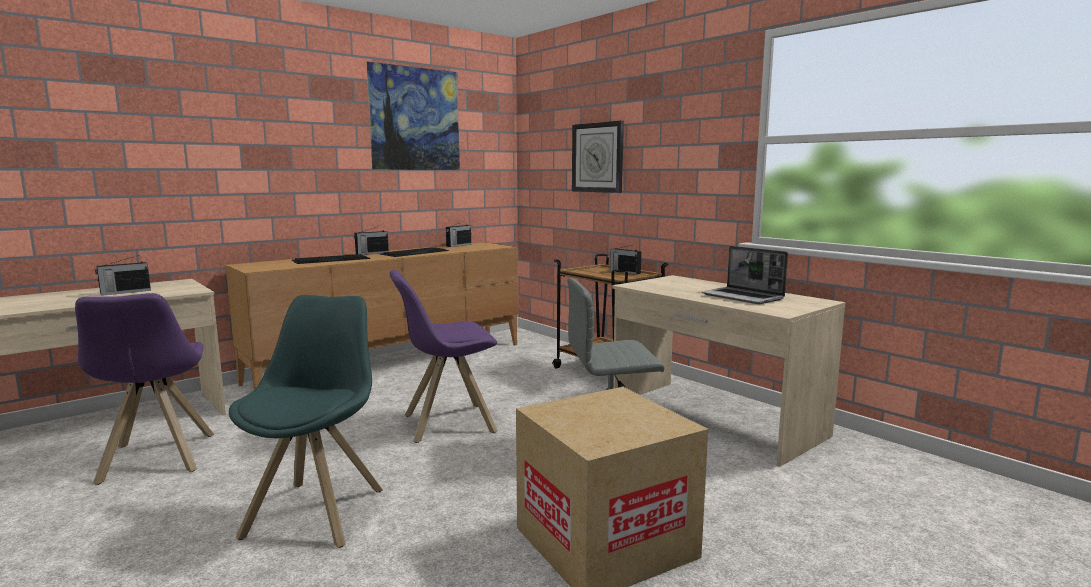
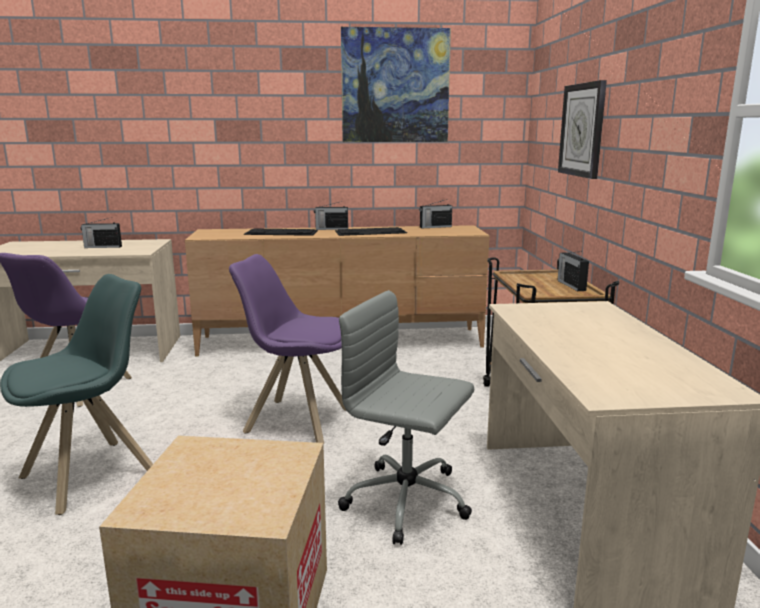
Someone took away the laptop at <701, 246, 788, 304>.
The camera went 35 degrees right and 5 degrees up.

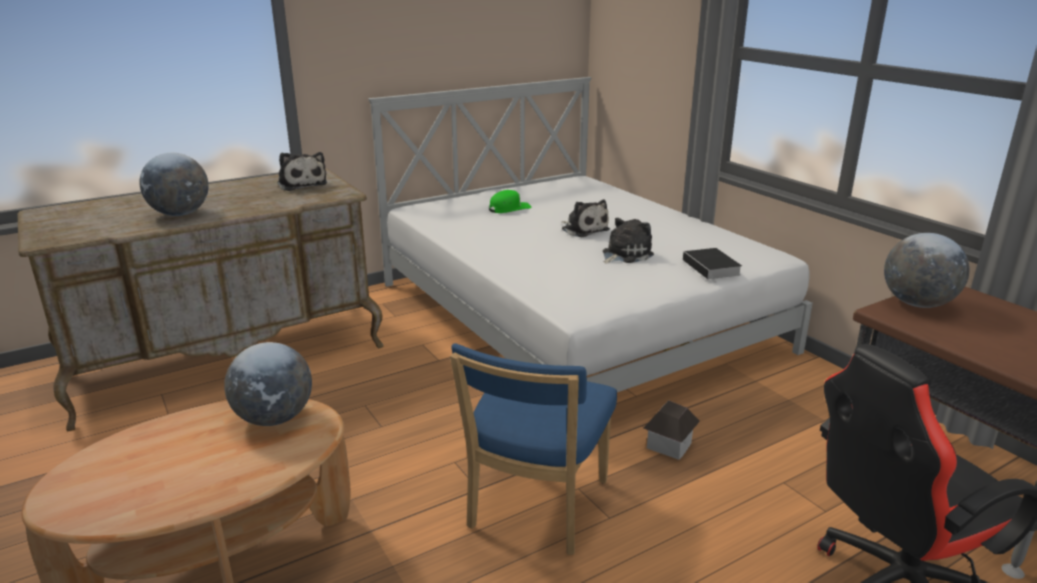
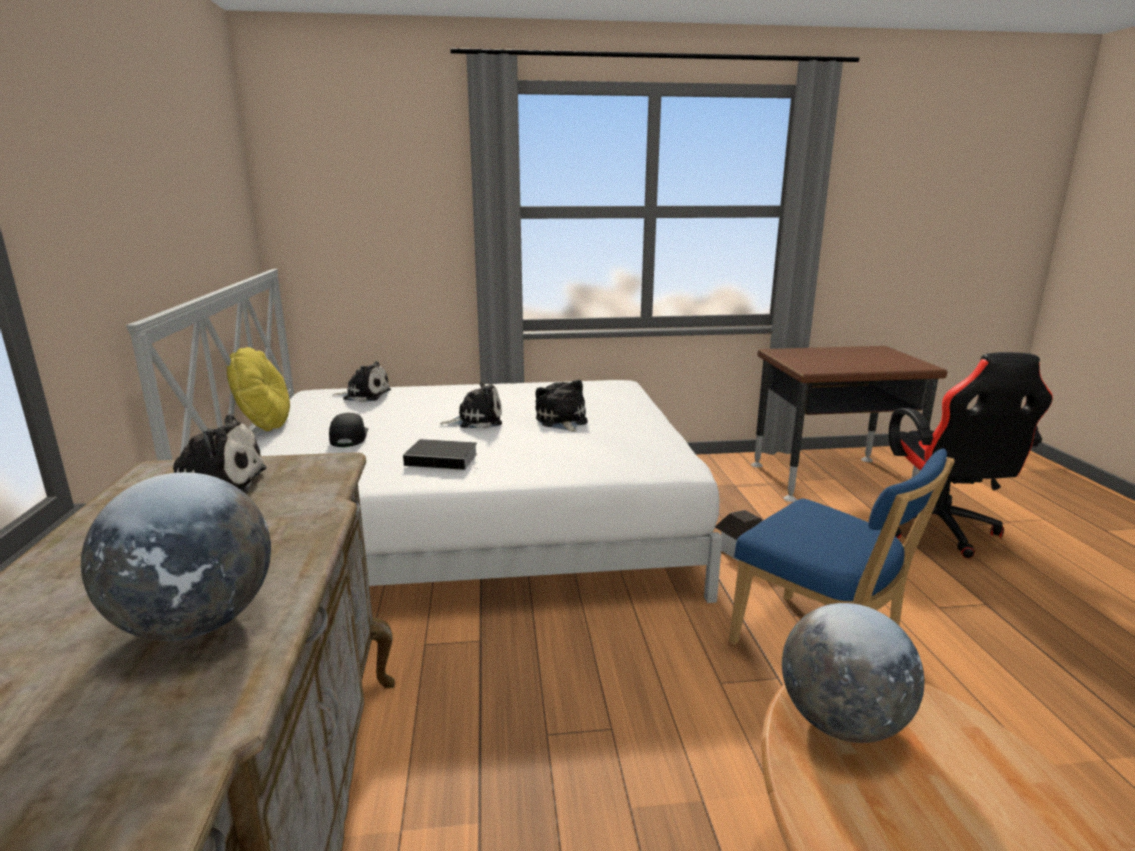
Someone repainted the cap in green at <489, 190, 532, 213>, which became the cap in black at <329, 413, 368, 447>.
Someone carried the book from <683, 248, 742, 283> to <403, 439, 479, 470>.
Someone took away the globe at <884, 233, 969, 308>.
Someone put down the pillow in yellow at <227, 347, 290, 431>.
Someone put down the plush toy at <333, 361, 391, 402>.
The camera went 65 degrees left and 5 degrees down.

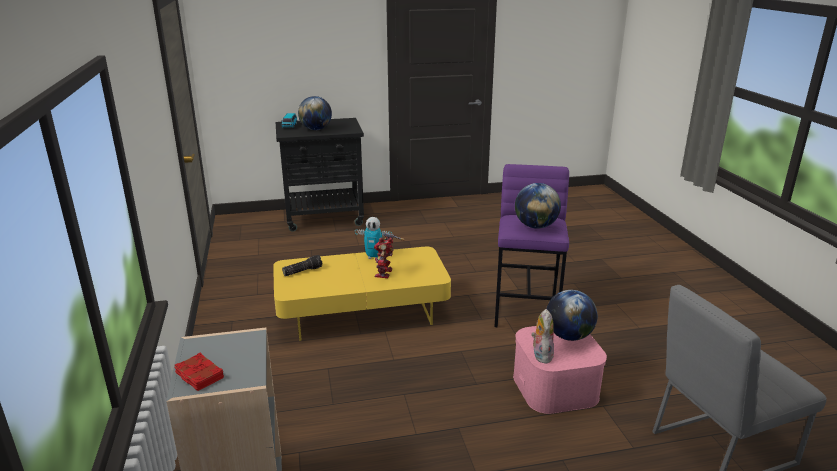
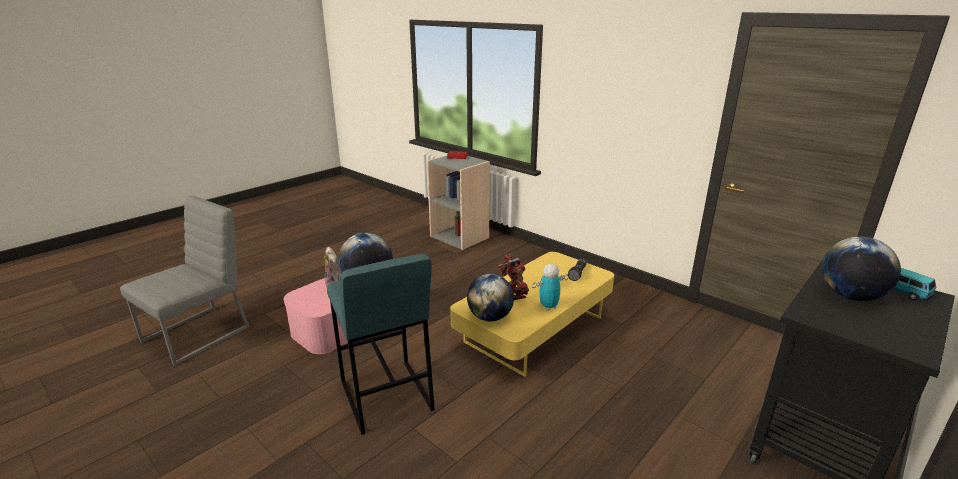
Someone repainted the stool in purple at <494, 164, 569, 327>, which became the stool in turquoise at <327, 254, 435, 435>.
Someone carried the globe from <547, 290, 598, 341> to <467, 274, 514, 322>.
The camera went 145 degrees right and 0 degrees up.

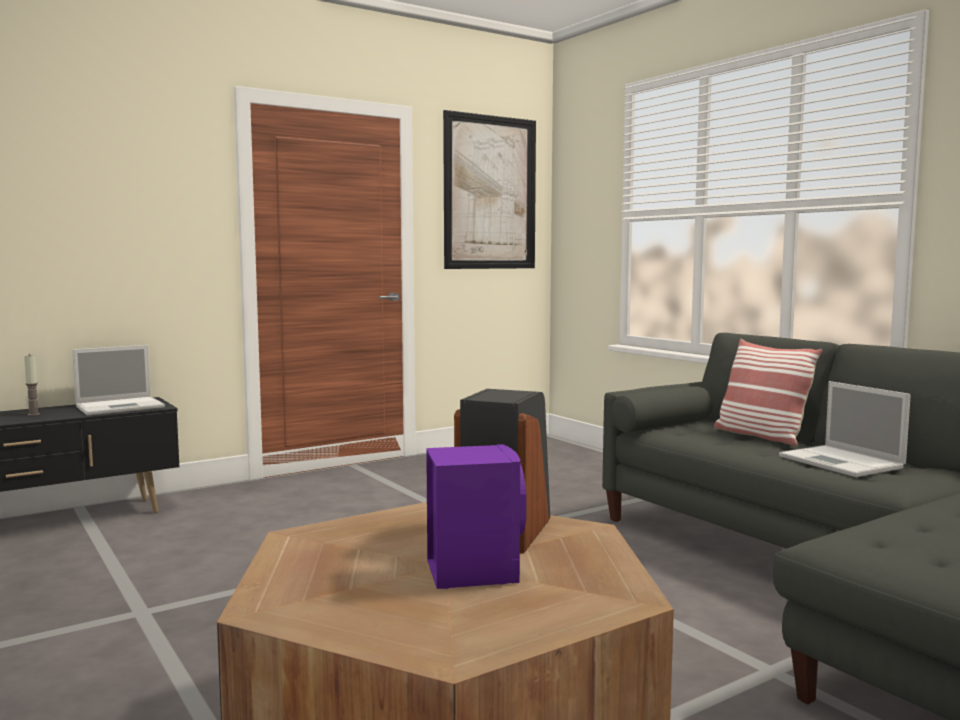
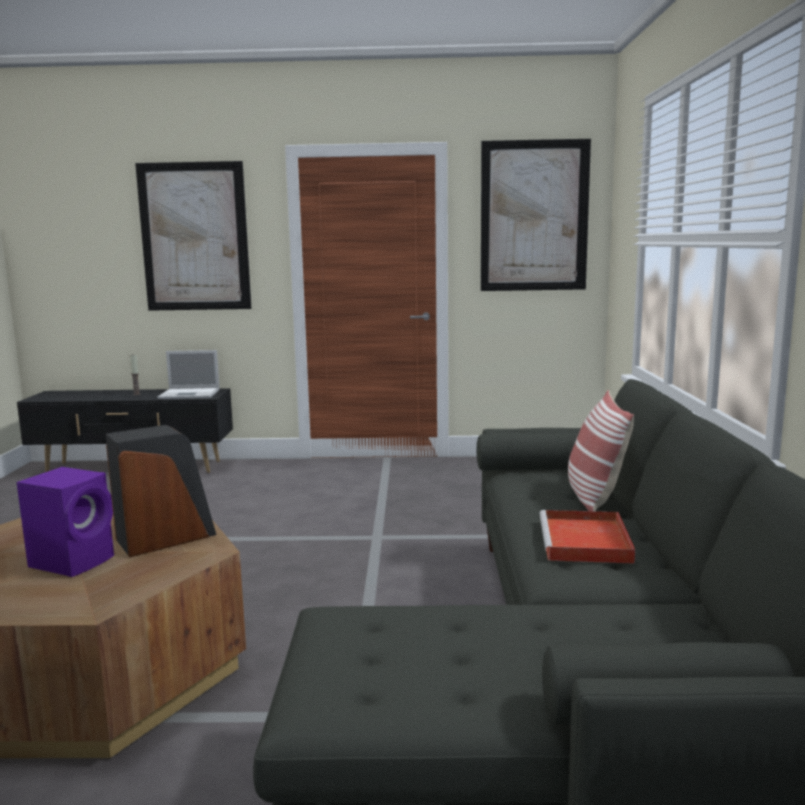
Someone swapped the laptop at <779, 381, 911, 477> for the tray in red at <540, 510, 635, 564>.
Someone put up the picture at <135, 161, 251, 311>.
The camera went 35 degrees right and 5 degrees up.

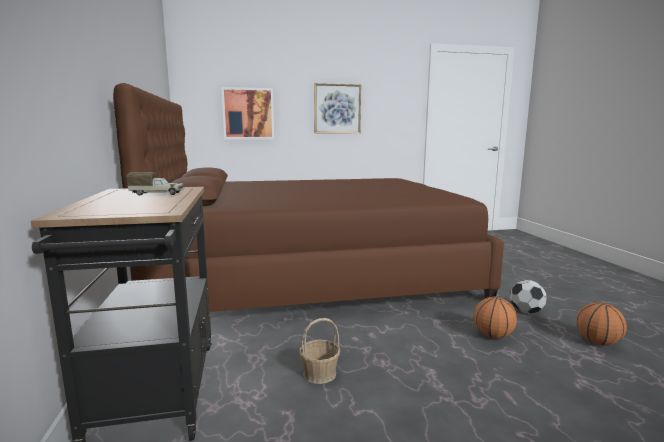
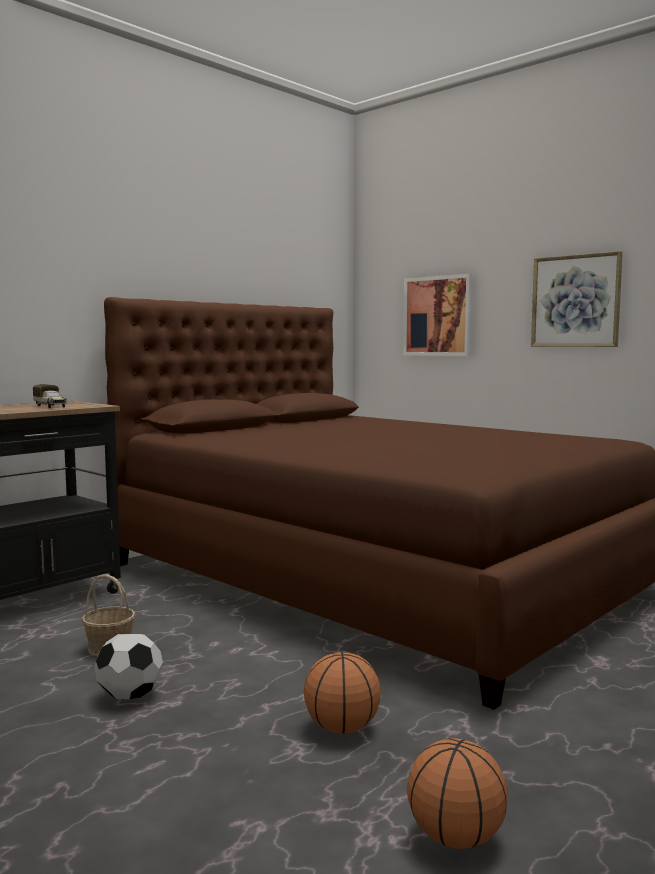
Someone carried the football from <510, 280, 547, 314> to <95, 634, 163, 699>.
The camera went 55 degrees right and 5 degrees down.

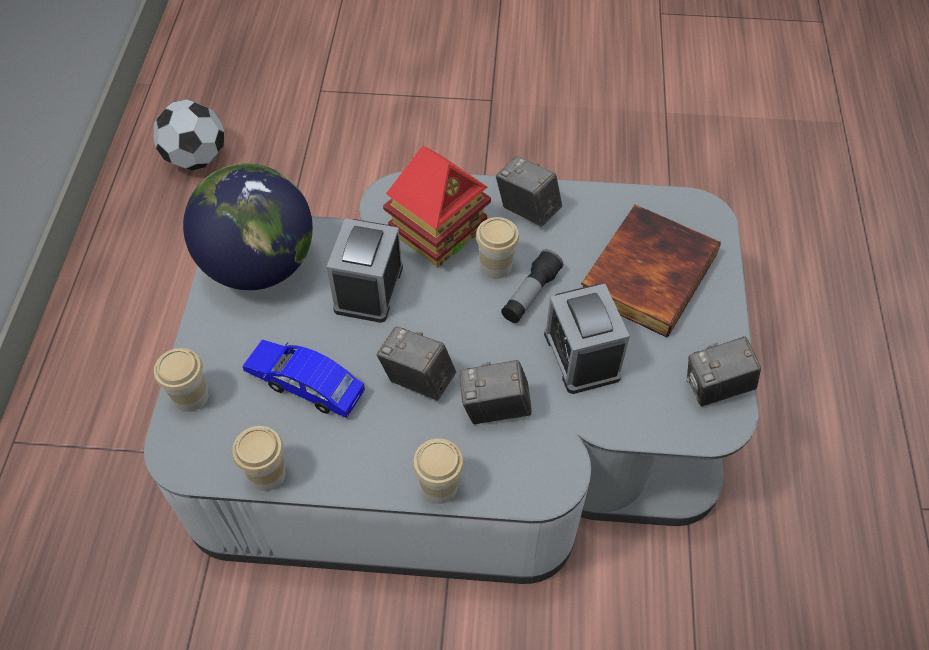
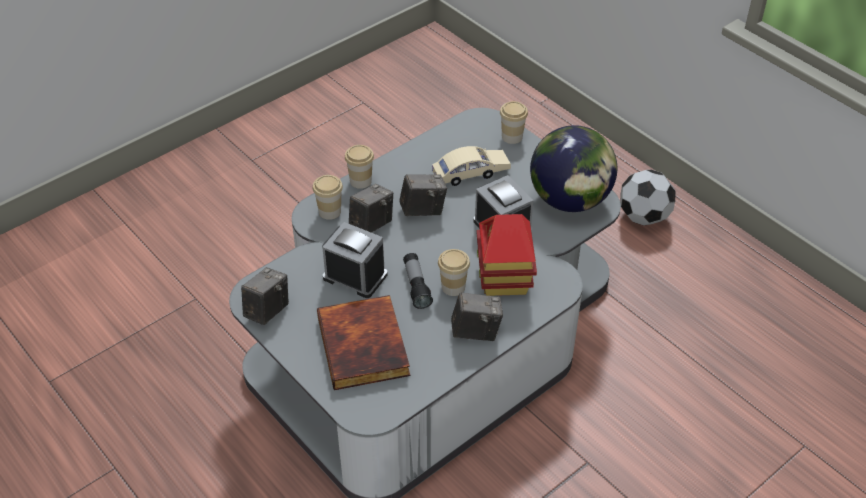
Someone carried the football from <154, 99, 224, 170> to <620, 170, 676, 226>.
Someone carried the cup from <232, 426, 286, 491> to <313, 175, 343, 220>.
Someone repainted the toy car in blue at <243, 339, 365, 418>, which became the toy car in beige at <432, 146, 511, 186>.
The camera went 135 degrees right and 10 degrees down.

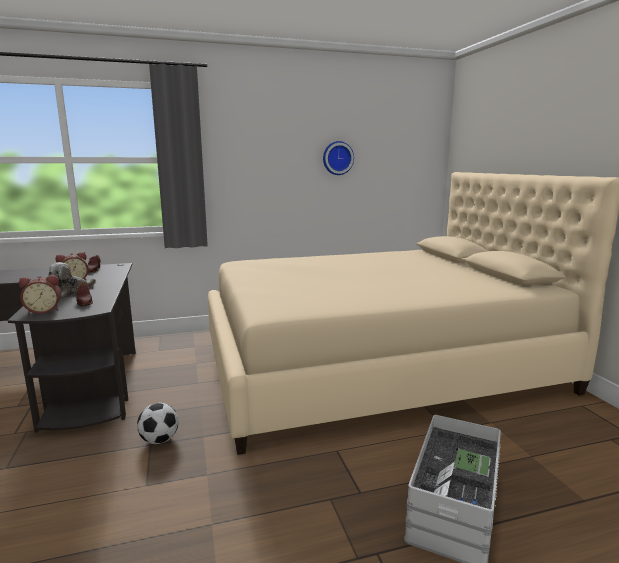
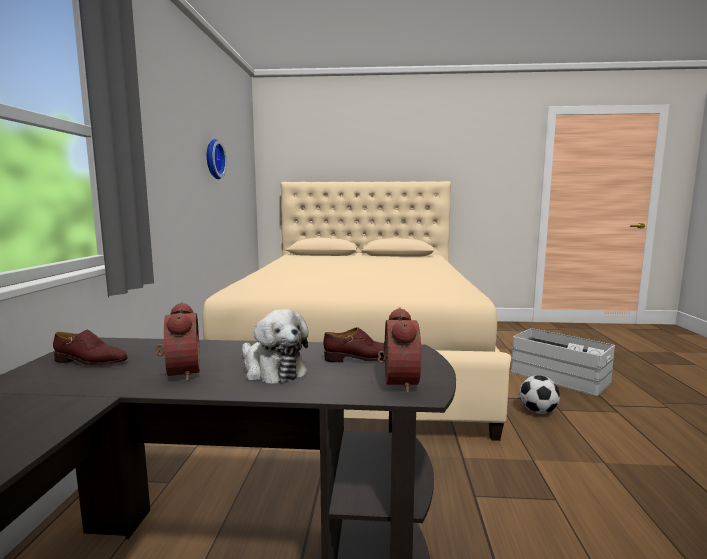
Someone carried the football from <137, 403, 179, 444> to <520, 375, 560, 414>.
The camera went 70 degrees left and 5 degrees down.

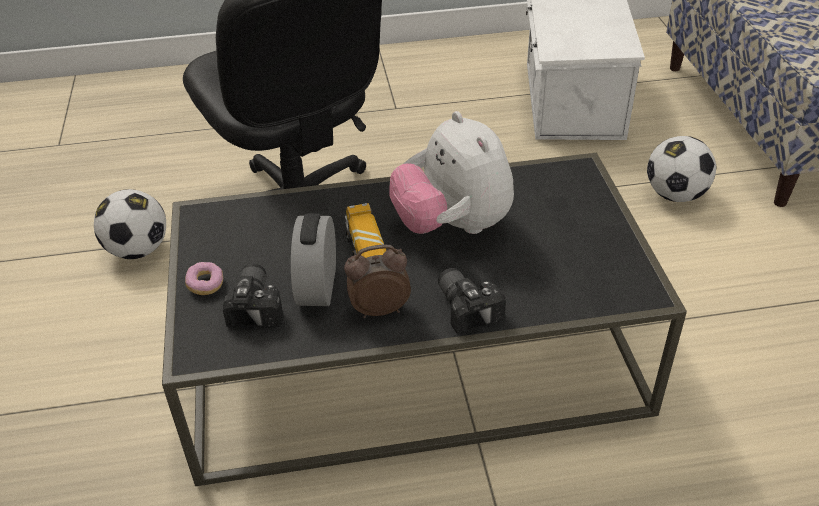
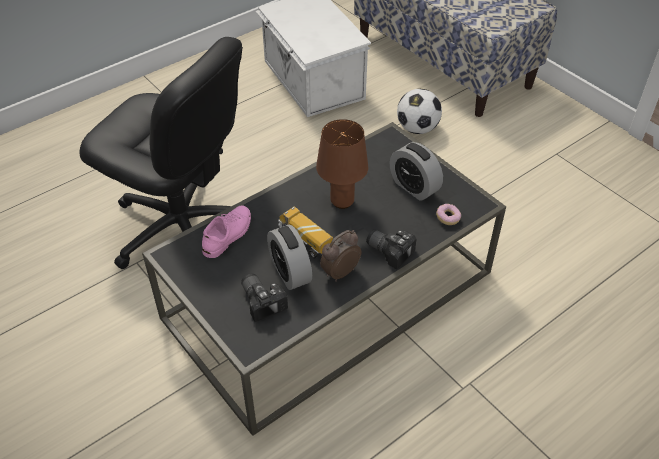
Someone took away the football at <94, 189, 166, 259>.
Someone carried the donut from <185, 262, 223, 295> to <436, 204, 461, 225>.
Someone swapped the plush toy at <389, 111, 514, 234> for the table lamp in brown at <316, 119, 368, 209>.
Someone put down the shoe in pink at <202, 205, 251, 258>.
Someone put down the alarm clock at <390, 142, 443, 201>.
The camera went 30 degrees left and 5 degrees up.

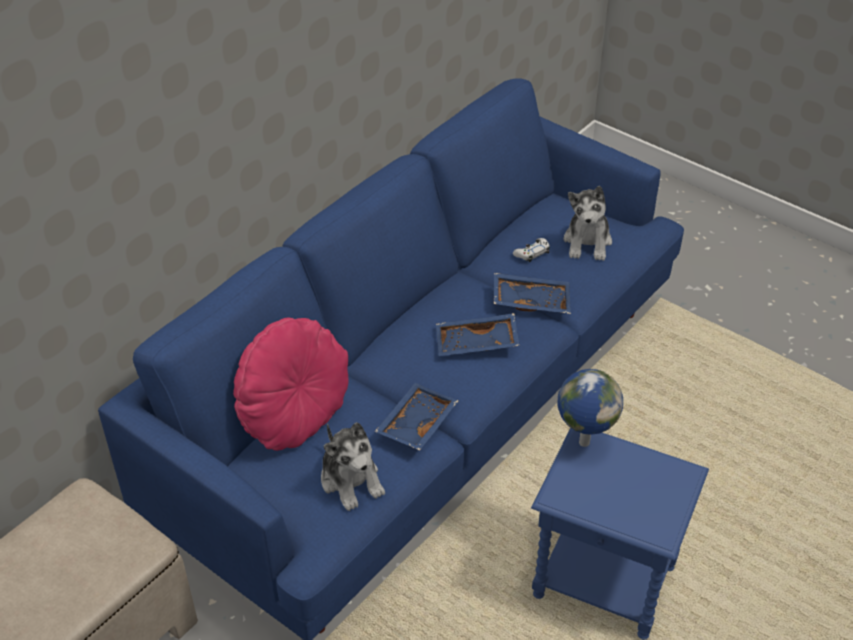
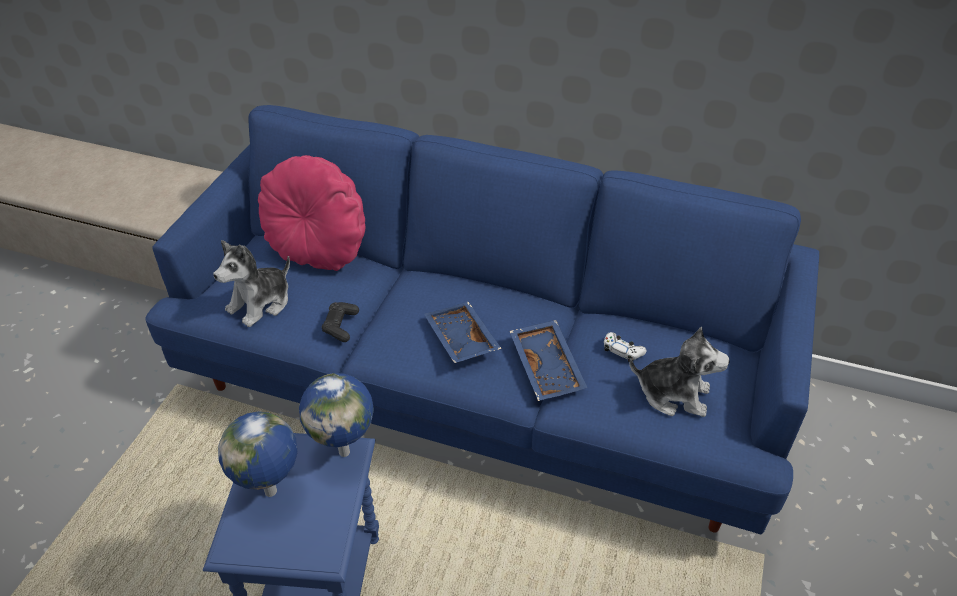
Someone swapped the tray in blue at <374, 383, 458, 450> for the game controller in black at <322, 302, 359, 342>.
Someone rotated the plush toy at <563, 186, 612, 261> by 150 degrees counterclockwise.
Someone put down the globe at <218, 412, 297, 497>.
The camera went 70 degrees right and 0 degrees up.

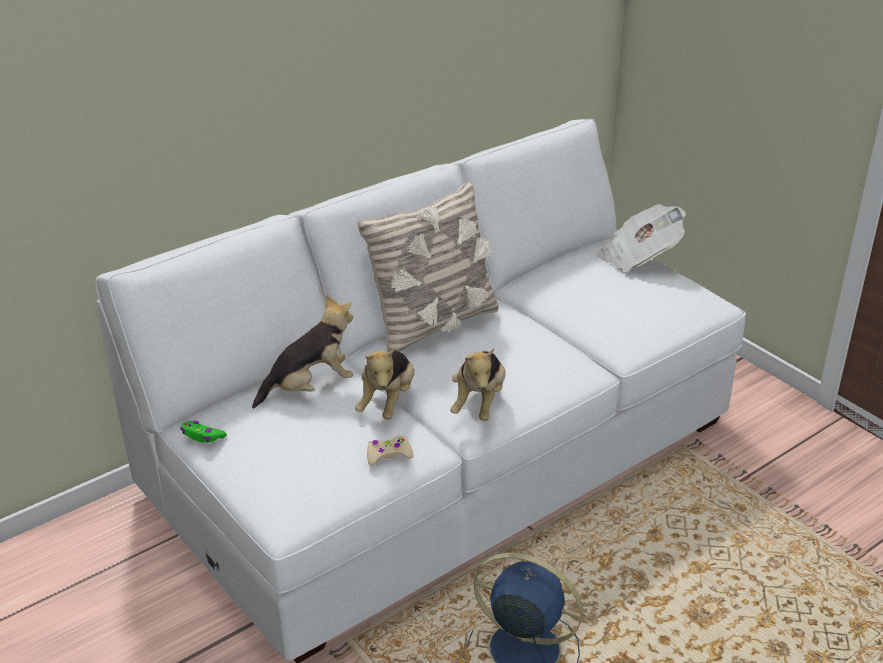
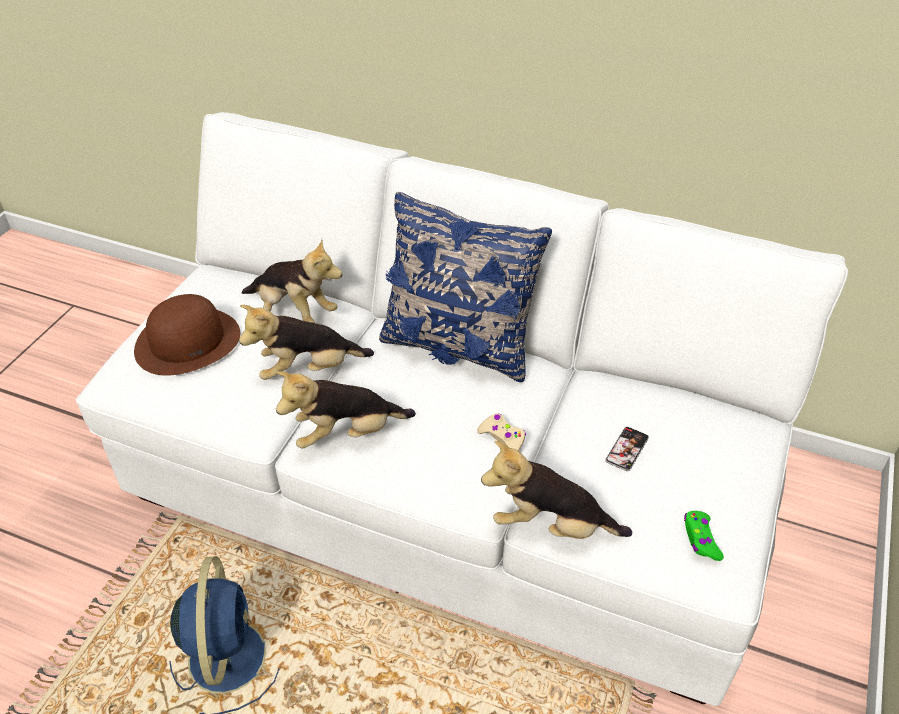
Someone carried the game controller in green from <180, 421, 227, 443> to <684, 511, 724, 561>.
Someone repainted the pillow in beige at <358, 182, 499, 352>, which became the pillow in blue at <379, 192, 552, 382>.
Someone carried the game controller in beige from <367, 435, 414, 466> to <477, 413, 526, 450>.
Someone took away the newspaper at <597, 204, 686, 271>.
Someone put down the hat in brown at <134, 294, 240, 376>.
Someone put down the plush toy at <481, 441, 632, 539>.
Someone put down the phone at <605, 427, 649, 471>.
The camera went 60 degrees right and 10 degrees up.

